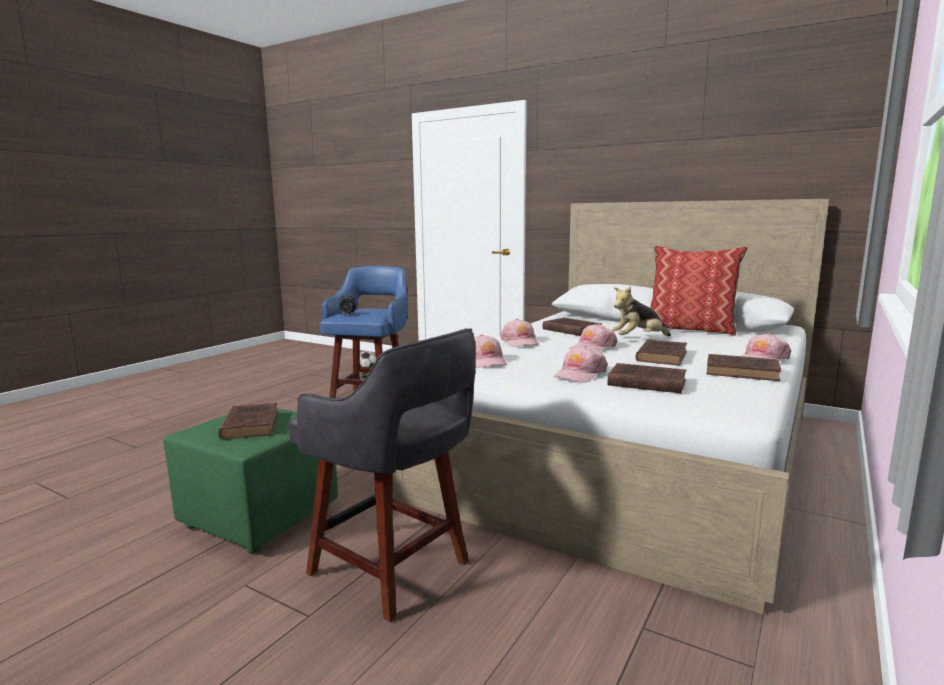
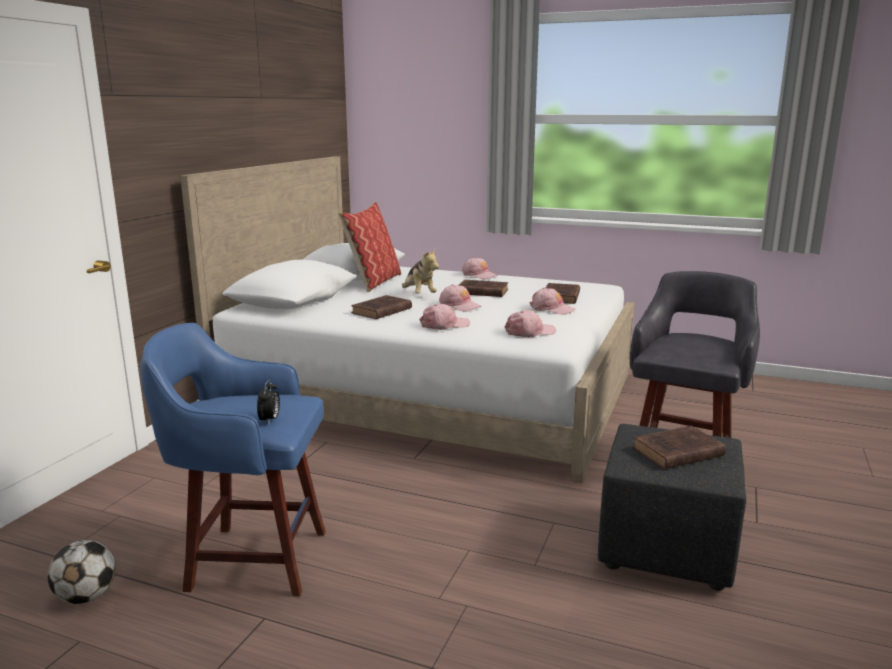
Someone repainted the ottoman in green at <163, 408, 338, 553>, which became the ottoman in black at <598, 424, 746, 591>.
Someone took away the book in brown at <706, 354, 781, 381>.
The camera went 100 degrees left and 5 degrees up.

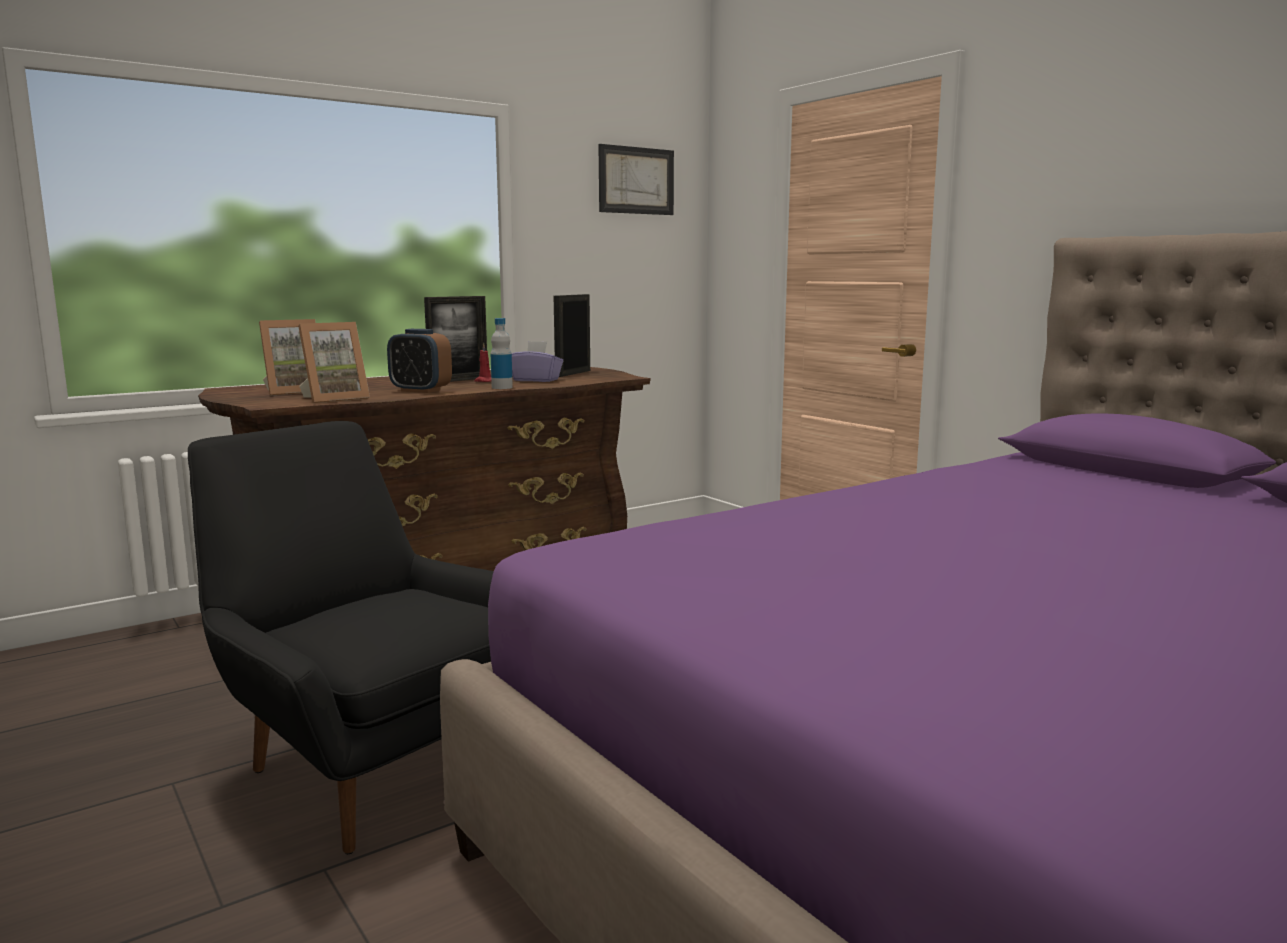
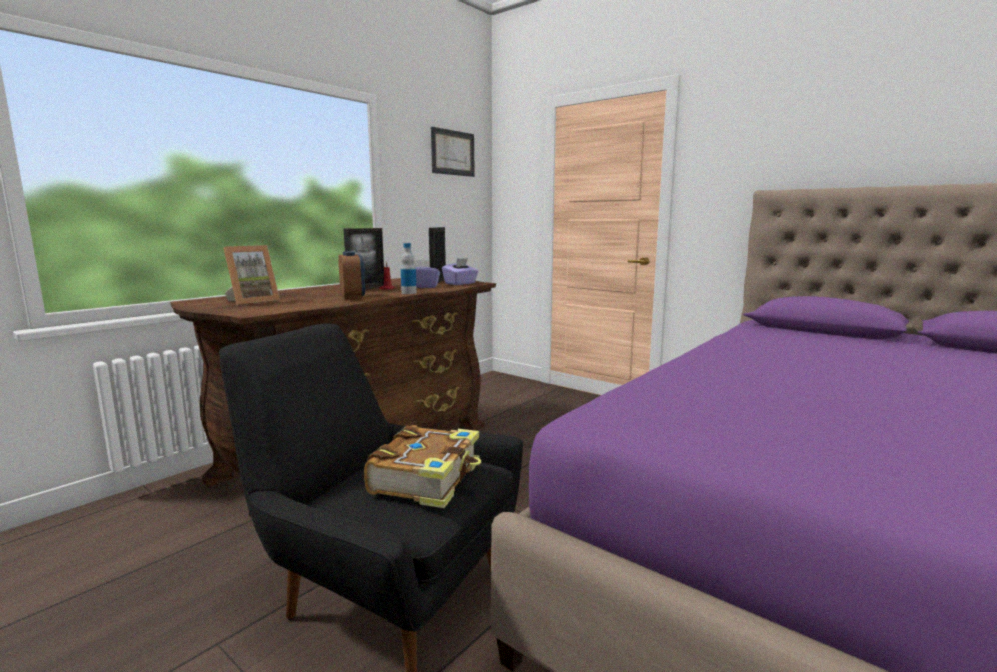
Someone took away the picture frame at <298, 322, 370, 403>.
Someone rotated the alarm clock at <387, 329, 452, 393> by 120 degrees counterclockwise.
Someone put down the book at <364, 425, 481, 508>.
Someone put down the tissue box in purple at <442, 258, 478, 285>.
The camera went 15 degrees left and 0 degrees up.

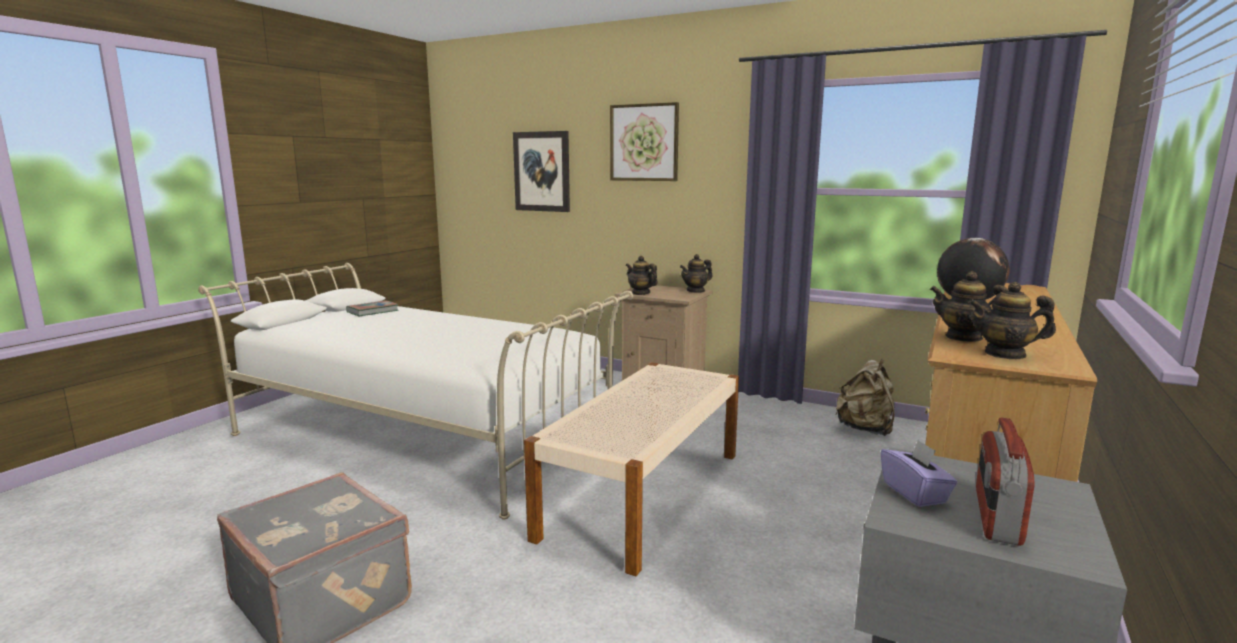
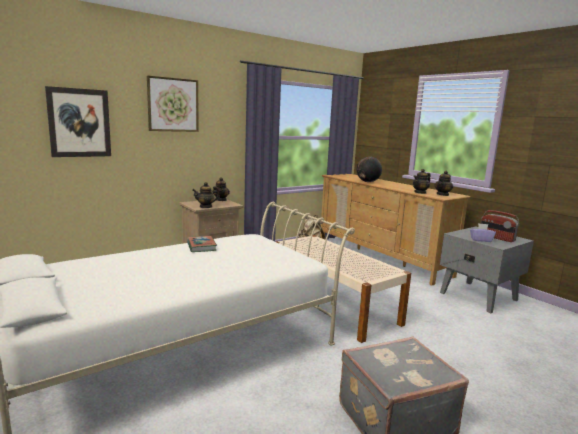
Someone carried the book from <346, 300, 399, 316> to <187, 236, 217, 252>.
The camera went 65 degrees left and 0 degrees up.

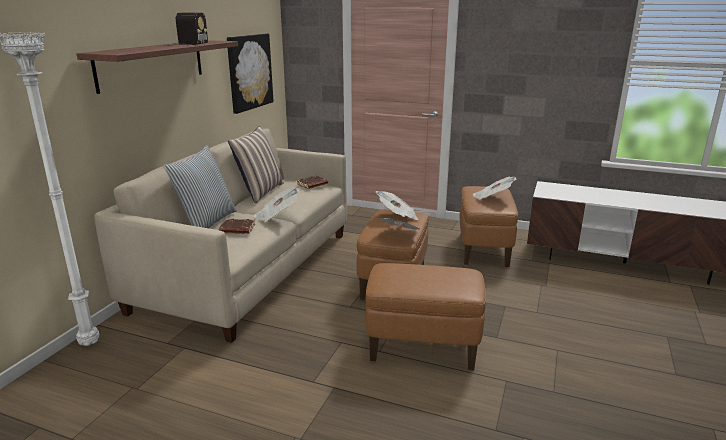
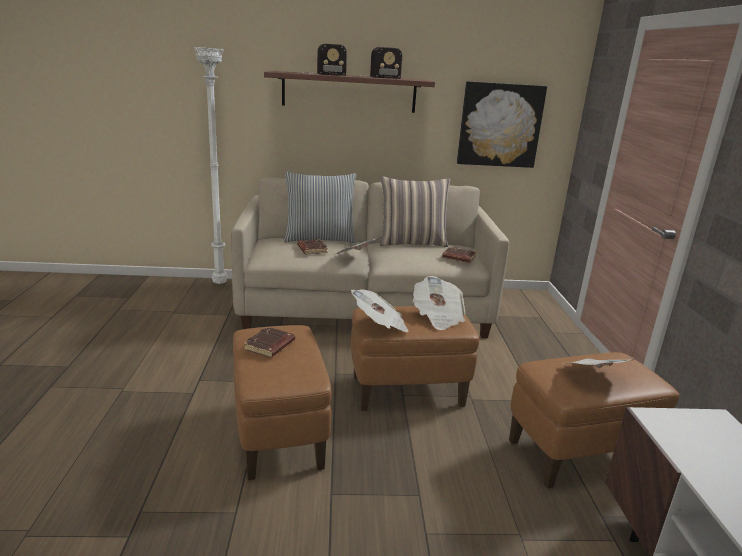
Someone put down the book in brown at <243, 326, 295, 358>.
Someone put down the radio at <300, 44, 347, 76>.
The camera went 65 degrees right and 0 degrees up.

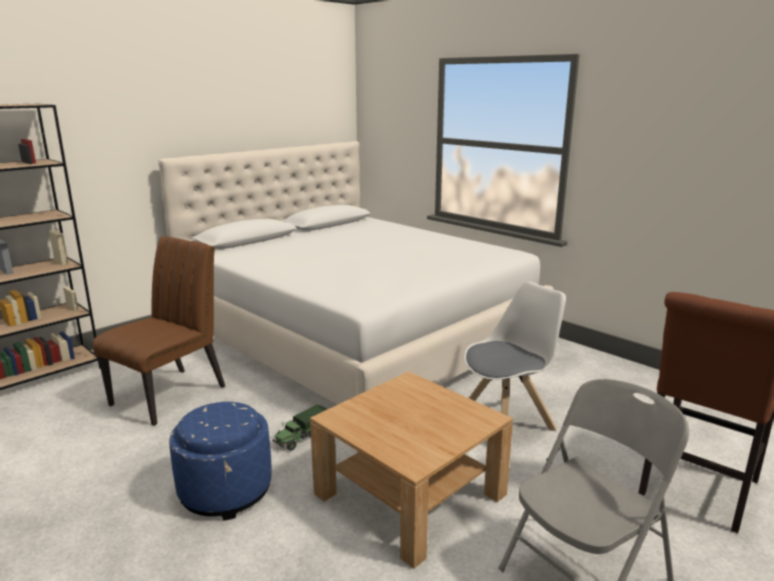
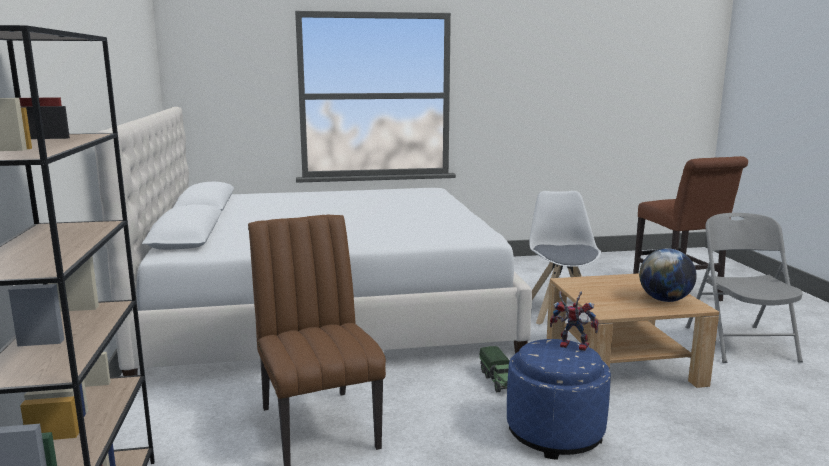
Someone put down the toy robot at <550, 291, 599, 351>.
Someone put down the globe at <639, 248, 697, 302>.
The camera went 55 degrees left and 5 degrees down.

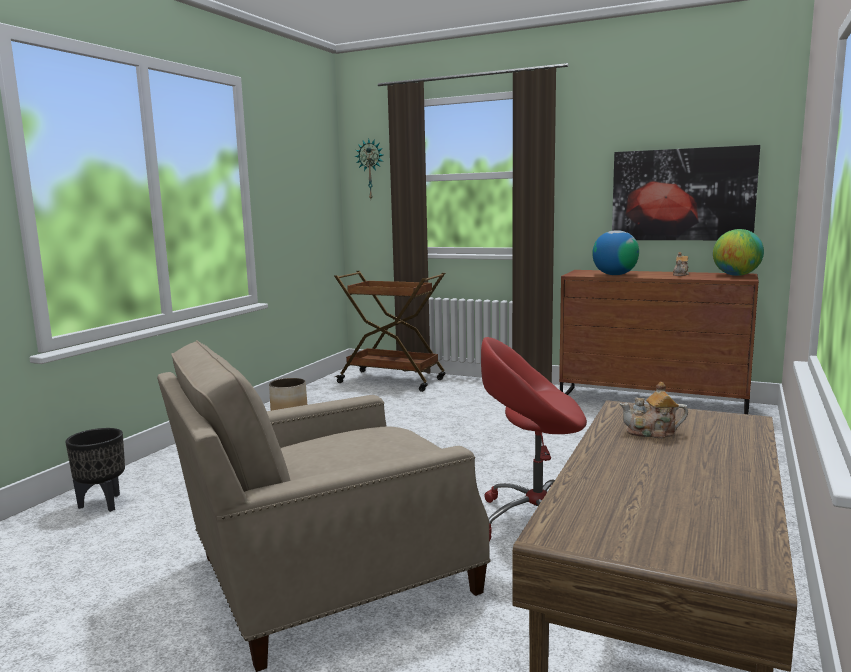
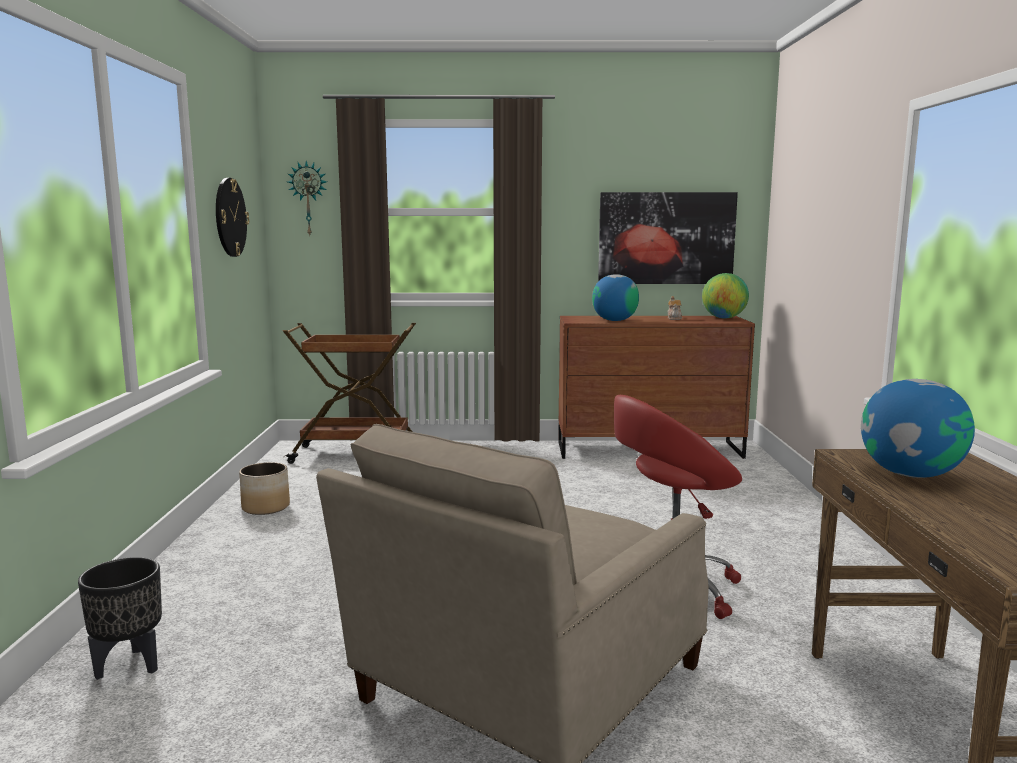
Someone swapped the teapot at <619, 382, 688, 439> for the globe at <861, 379, 975, 478>.
Someone put up the wall clock at <216, 178, 249, 257>.
The camera went 25 degrees left and 0 degrees up.

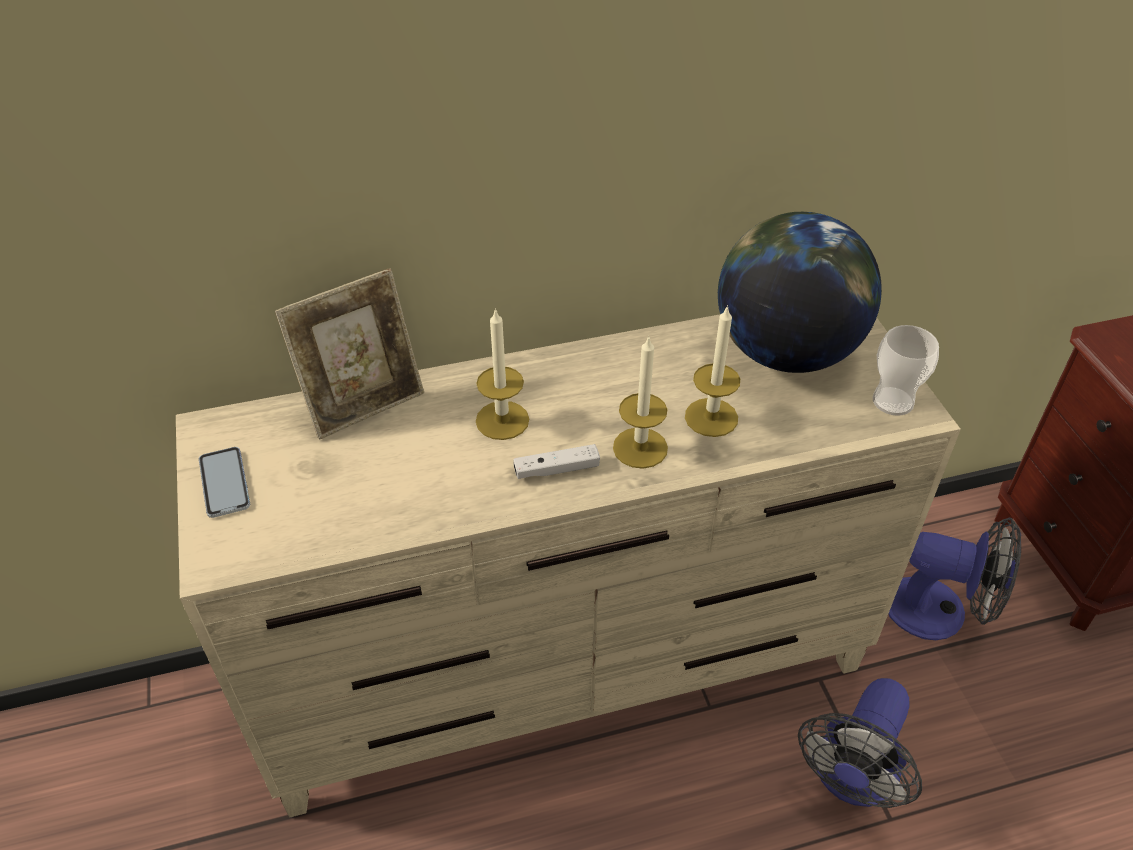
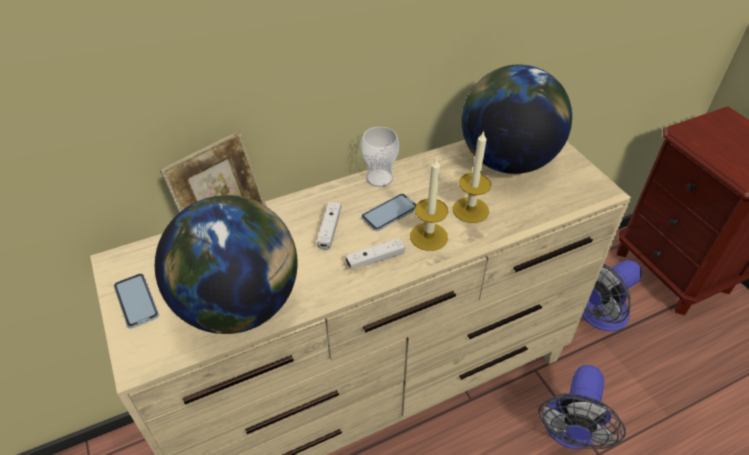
Someone swapped the candle at <476, 308, 529, 440> for the game controller in white at <317, 202, 341, 250>.
Someone carried the cup from <872, 325, 939, 416> to <361, 127, 399, 187>.
Someone rotated the fan at <888, 518, 1021, 640> by 135 degrees clockwise.
Someone put down the globe at <155, 195, 298, 334>.
Someone put down the phone at <361, 194, 416, 231>.
The camera went 10 degrees left and 0 degrees up.

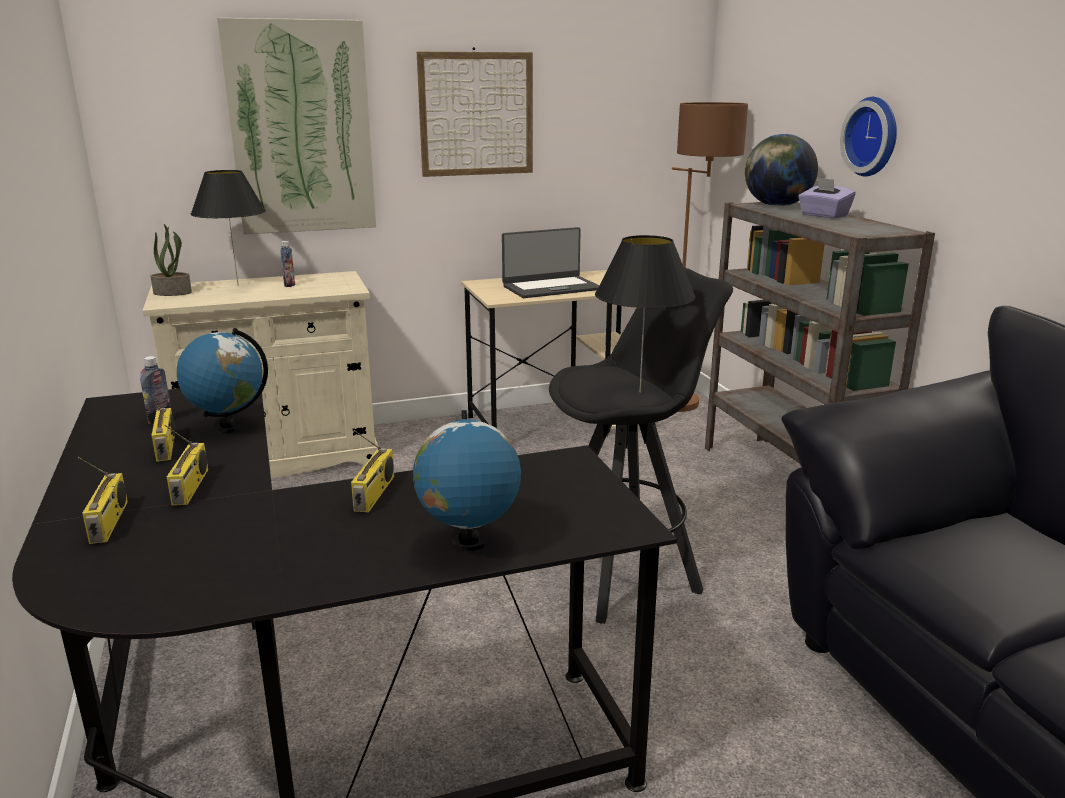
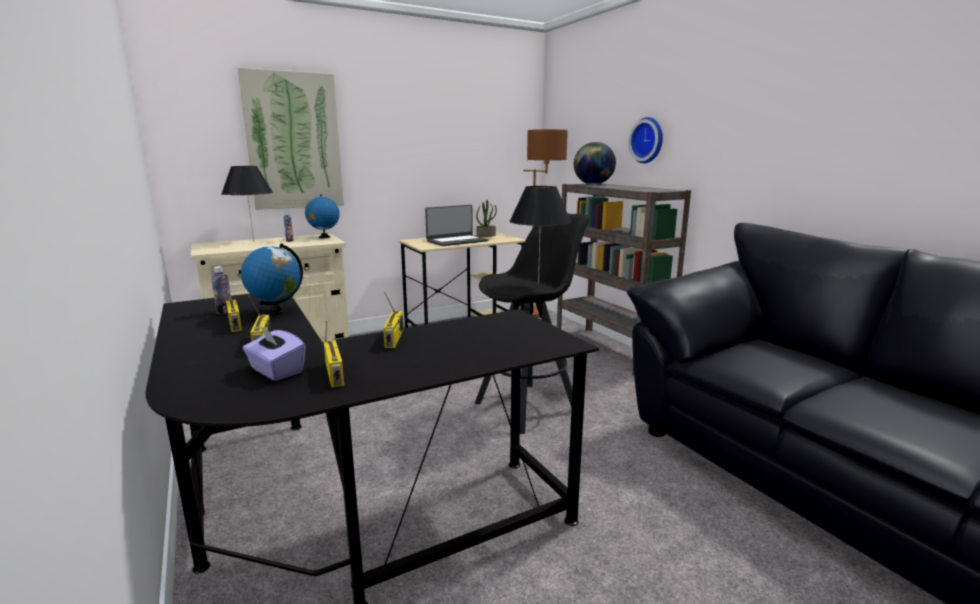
Someone carried the radio from <78, 457, 128, 544> to <324, 320, 344, 387>.
Someone carried the potted plant from <151, 224, 192, 296> to <476, 200, 497, 237>.
Someone carried the globe from <413, 410, 521, 551> to <305, 194, 340, 238>.
Someone took away the picture at <417, 47, 533, 177>.
Someone carried the tissue box in purple from <798, 177, 856, 218> to <243, 325, 306, 381>.
The camera went 10 degrees left and 5 degrees down.

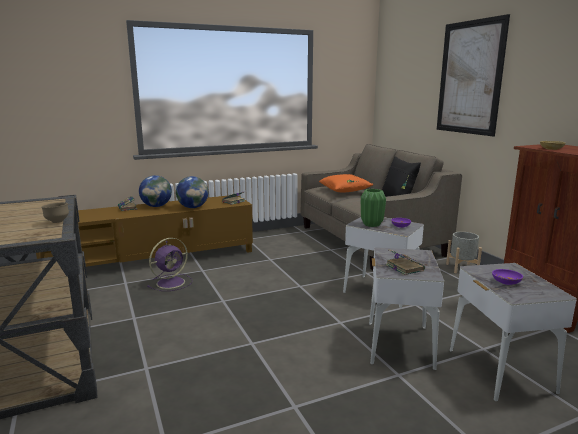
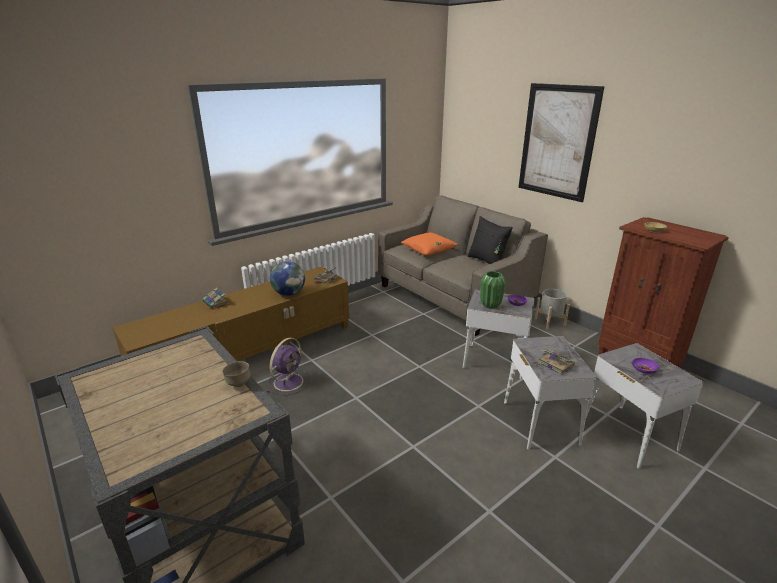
Someone took away the globe at <139, 175, 172, 207>.
The camera went 15 degrees left and 10 degrees up.

